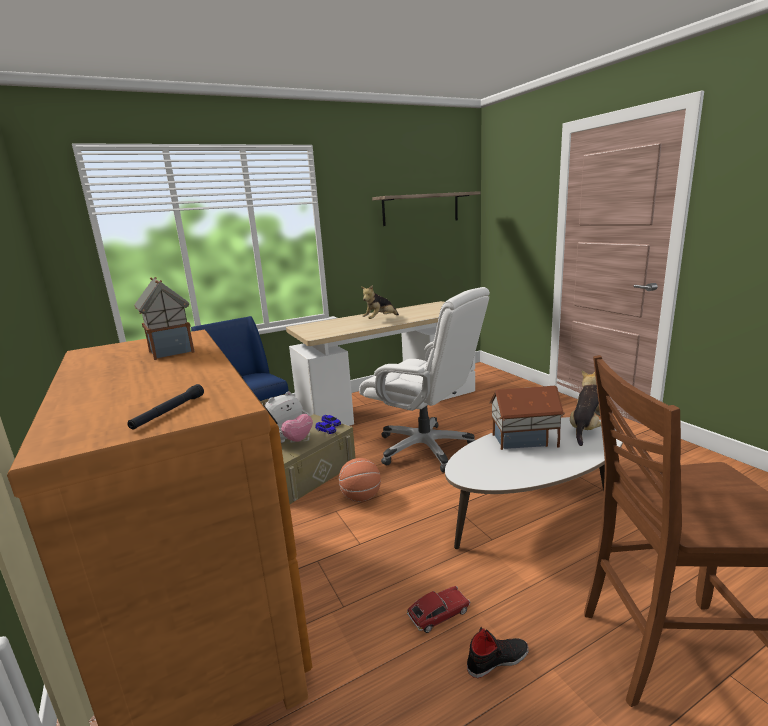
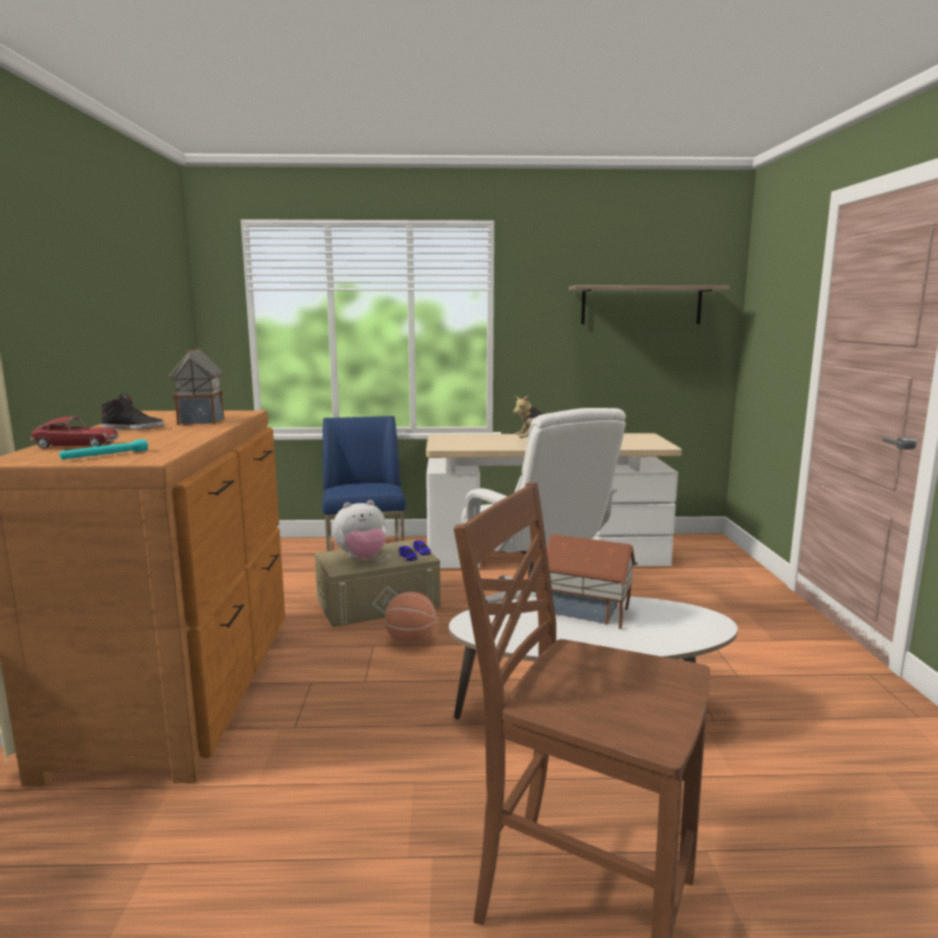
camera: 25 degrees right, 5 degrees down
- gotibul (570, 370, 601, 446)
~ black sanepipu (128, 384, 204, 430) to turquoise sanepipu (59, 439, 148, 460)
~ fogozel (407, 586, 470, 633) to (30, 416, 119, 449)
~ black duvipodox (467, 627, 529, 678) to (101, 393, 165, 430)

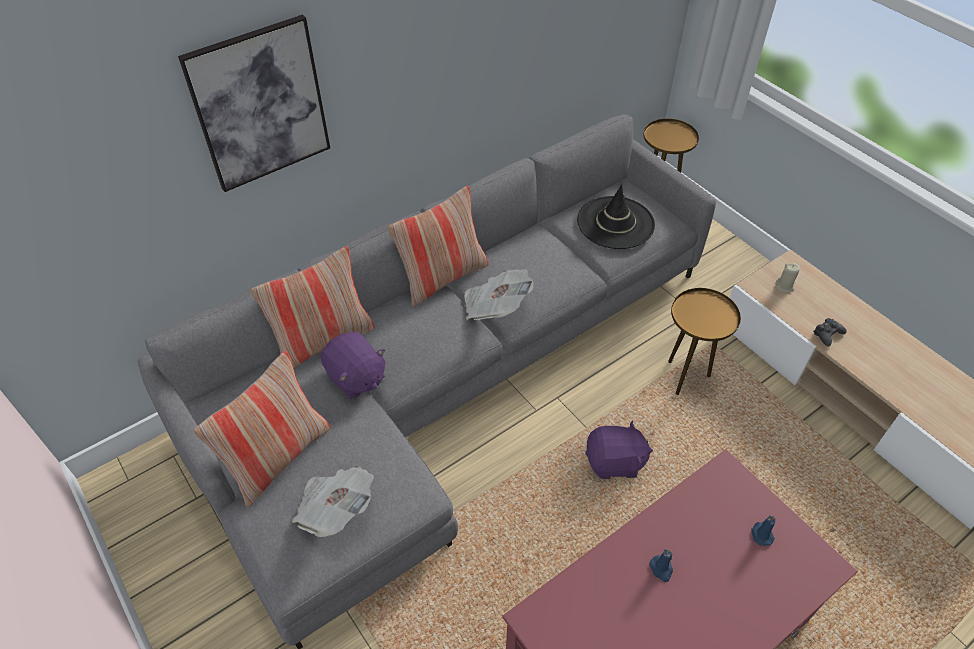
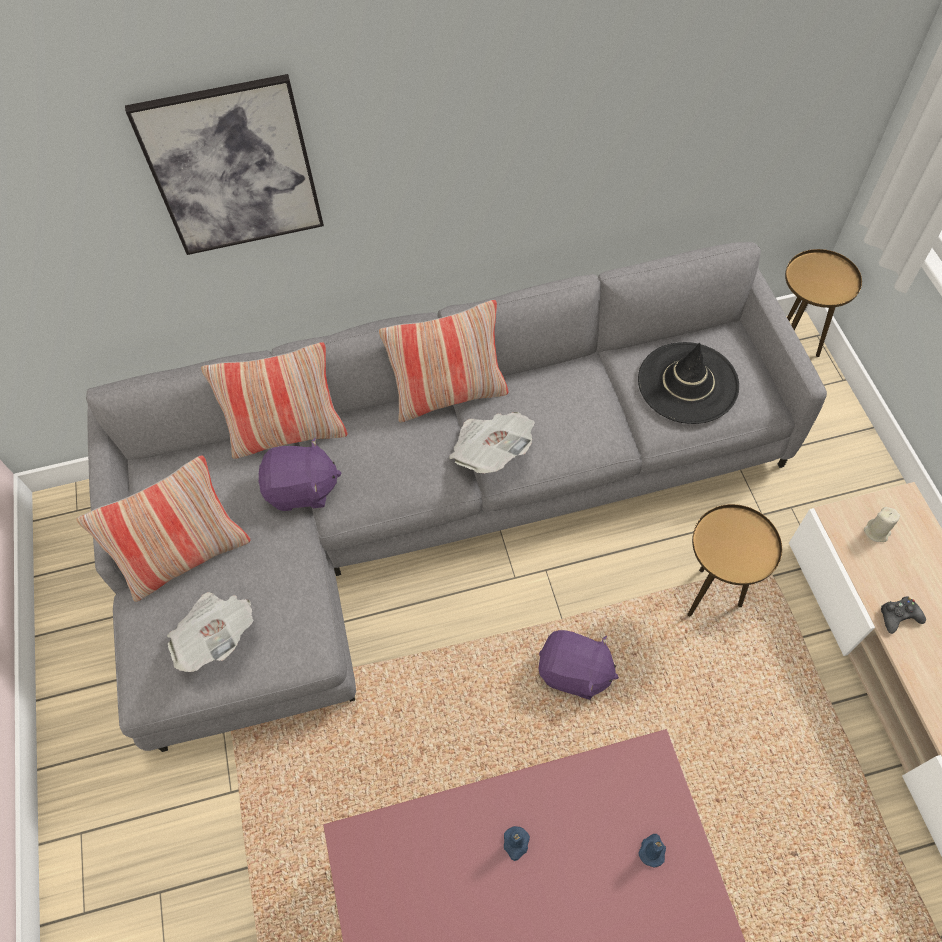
camera: 25 degrees right, 10 degrees up
~ purple gotibul (321, 331, 386, 399) = (258, 438, 342, 511) 75 degrees counterclockwise

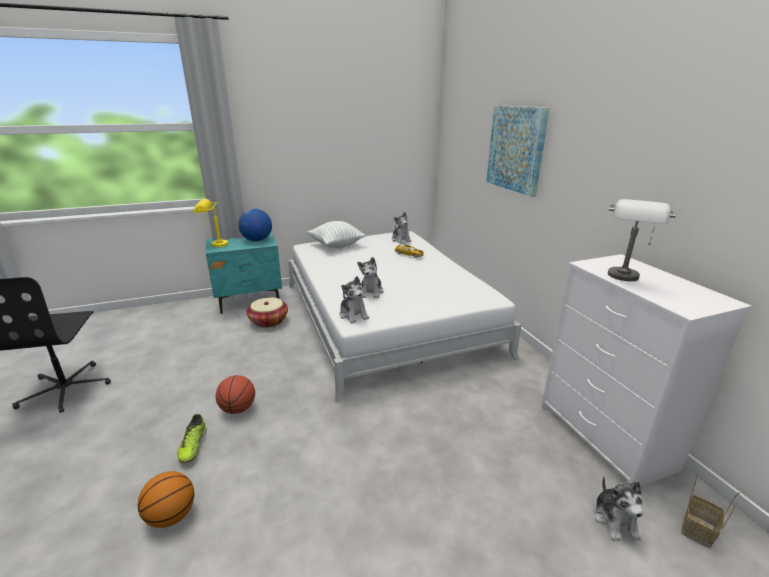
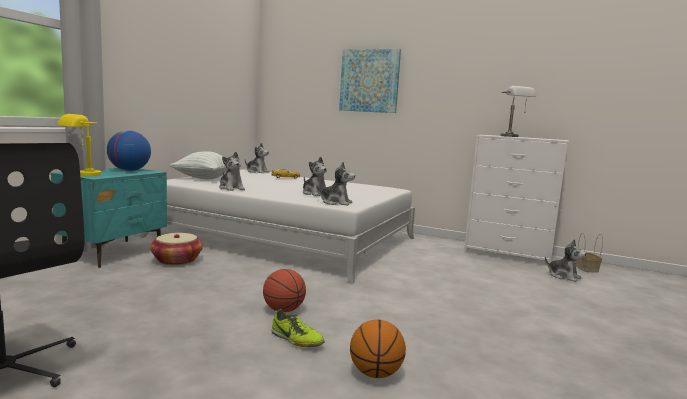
camera: 45 degrees left, 15 degrees down
+ gotibul (219, 152, 245, 191)

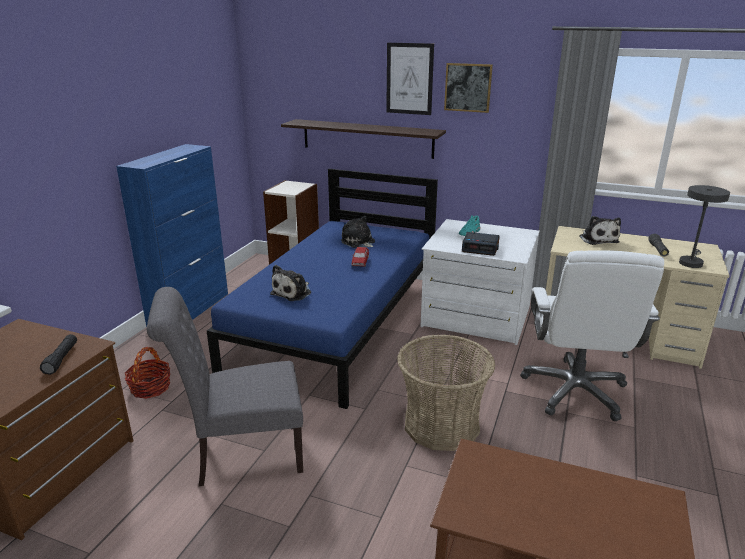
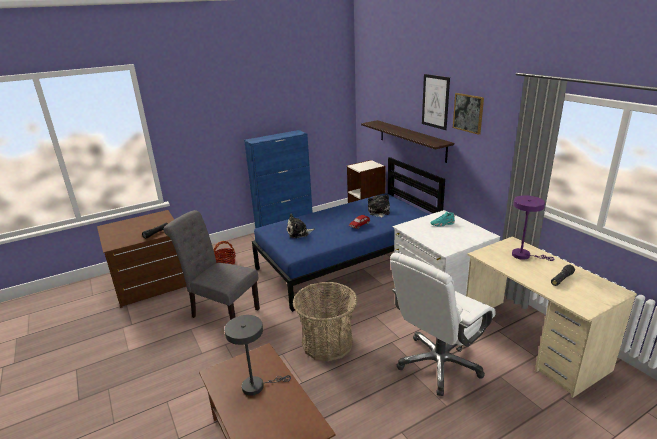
camera: 40 degrees right, 0 degrees up
~ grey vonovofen (679, 185, 730, 268) to (224, 315, 291, 396)
~ gotibul (580, 216, 621, 245) to purple vonovofen (512, 195, 554, 261)
- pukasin (462, 232, 500, 256)

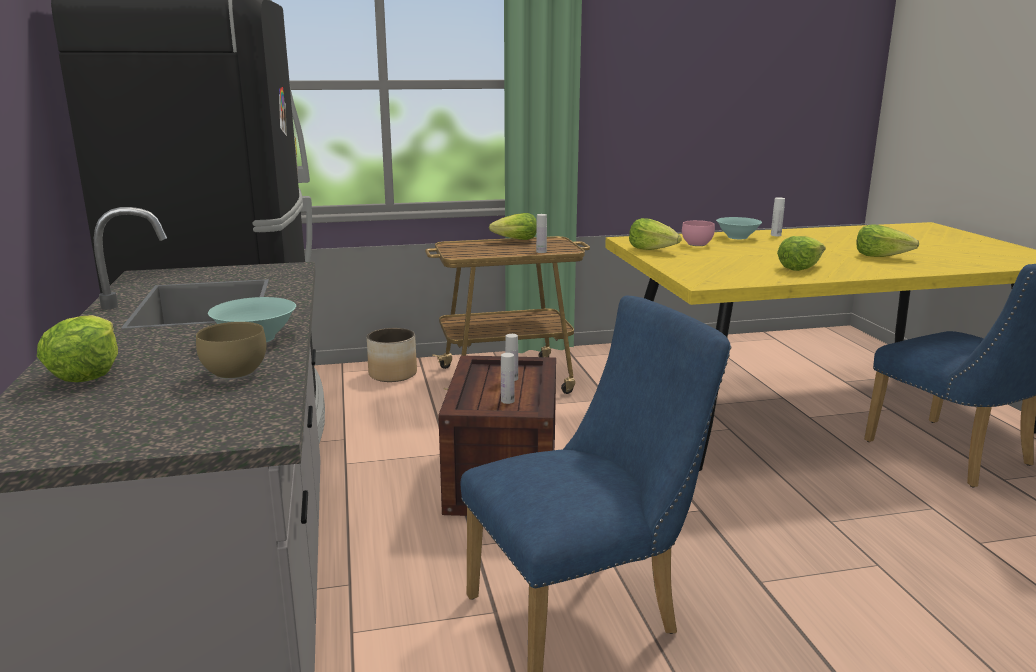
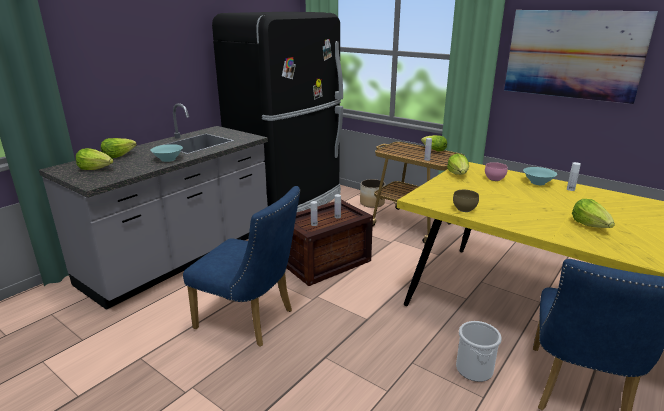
camera: 50 degrees right, 5 degrees up
~ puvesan (777, 236, 826, 271) to (76, 148, 113, 170)
~ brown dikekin (196, 322, 266, 380) to (453, 190, 479, 212)
+ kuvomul (504, 10, 658, 104)
+ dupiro (456, 321, 502, 382)

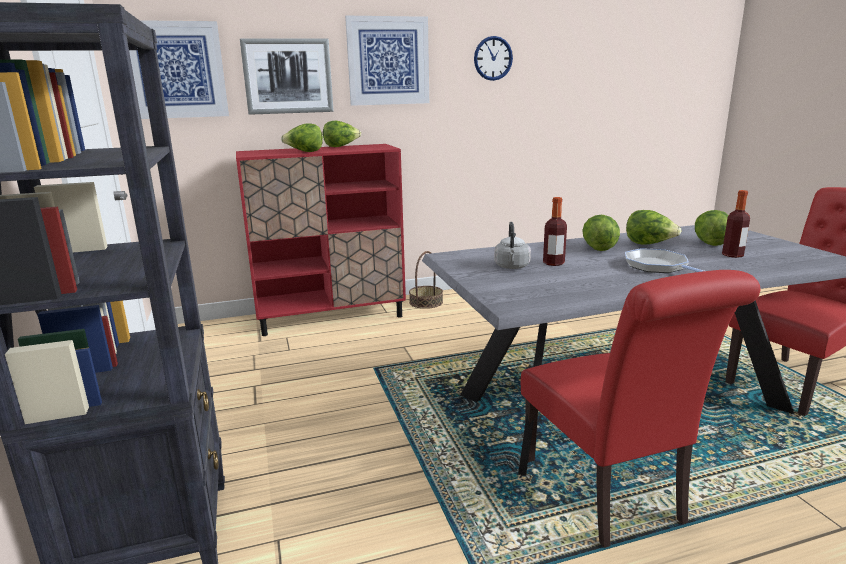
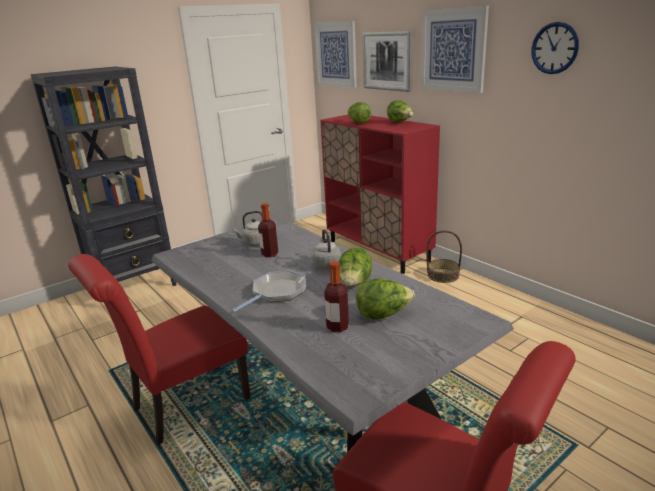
camera: 70 degrees right, 5 degrees up
~ puvesan (582, 215, 620, 251) to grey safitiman (311, 229, 341, 270)

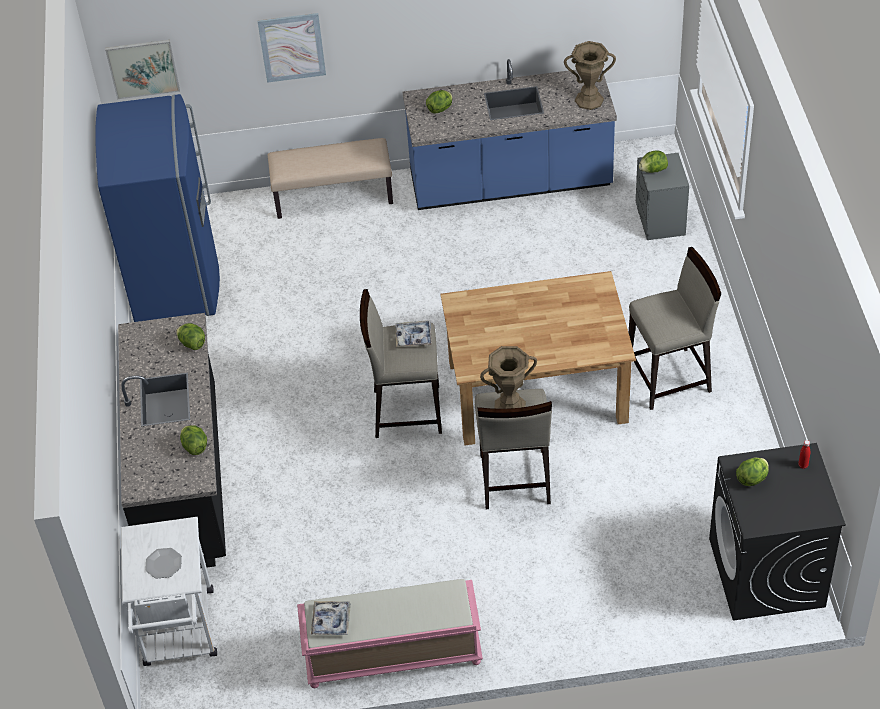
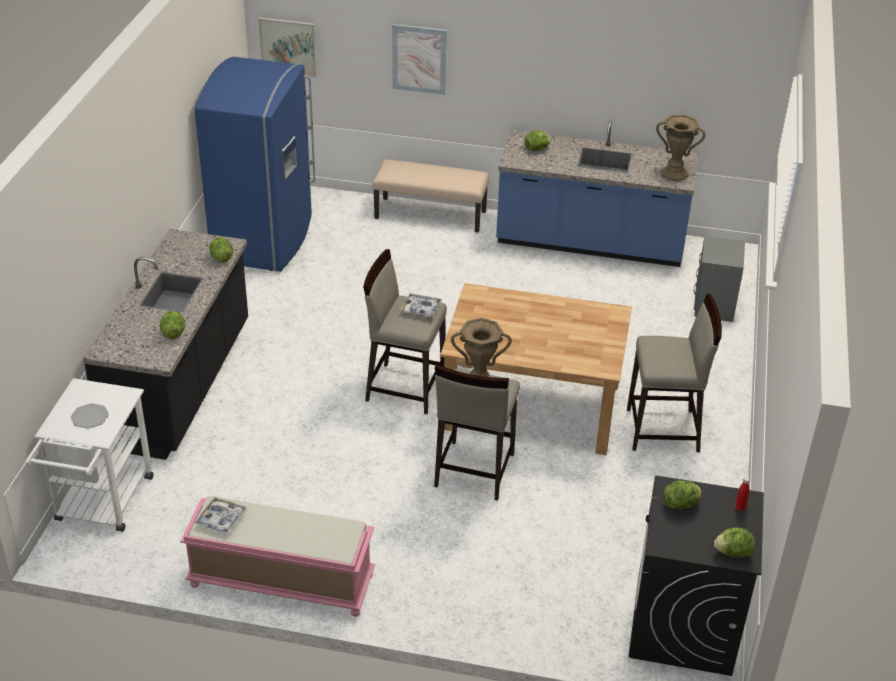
camera: 15 degrees right, 10 degrees down
~ puvesan (639, 150, 668, 173) to (714, 528, 755, 557)

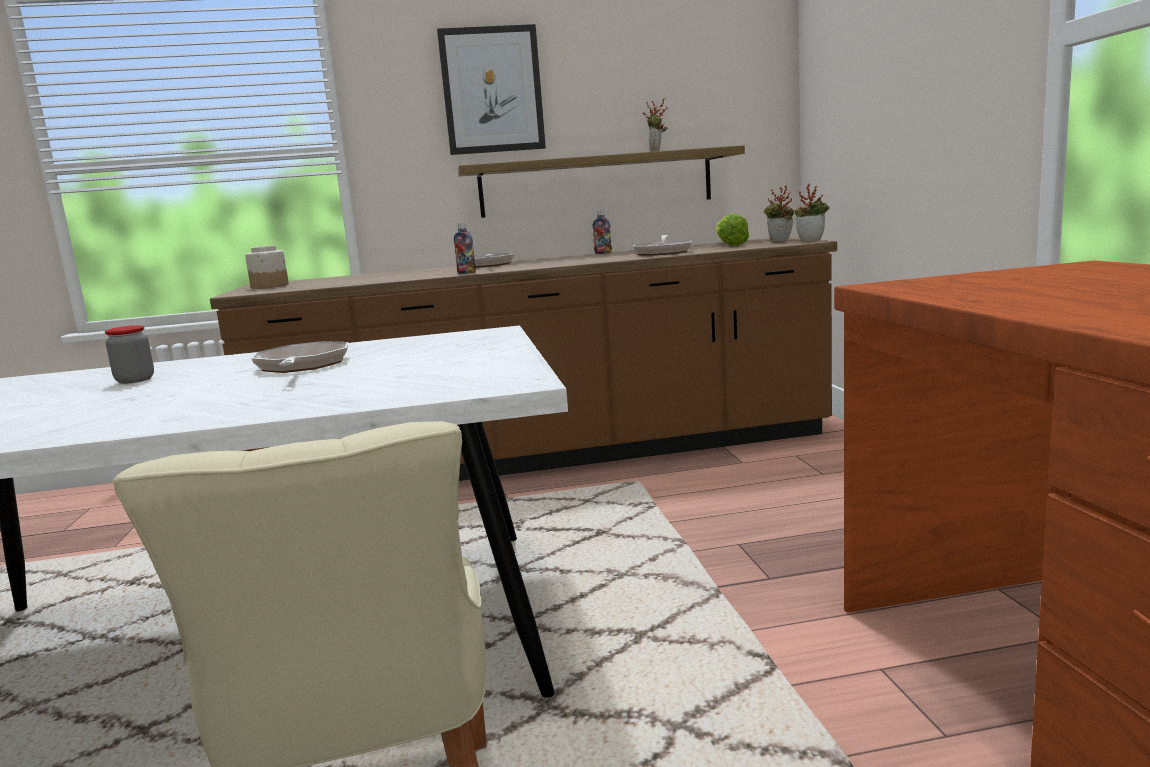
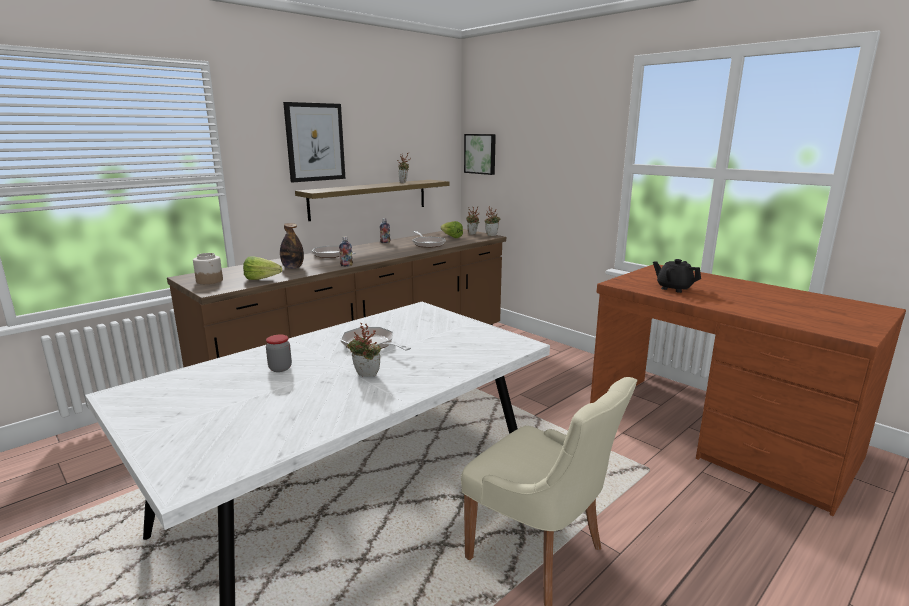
camera: 35 degrees left, 5 degrees up
+ kuvomul (464, 134, 496, 175)
+ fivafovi (280, 223, 304, 269)
+ puvesan (243, 256, 282, 280)
+ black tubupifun (653, 259, 701, 293)
+ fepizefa (347, 323, 381, 377)

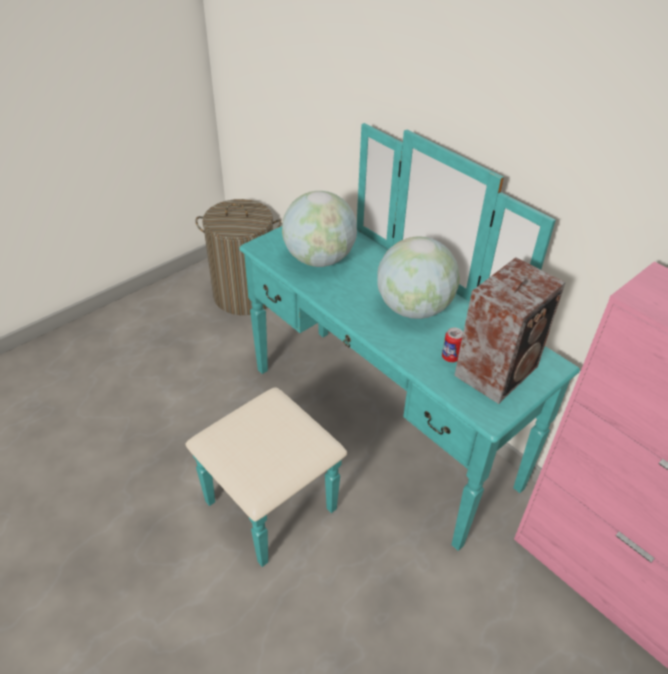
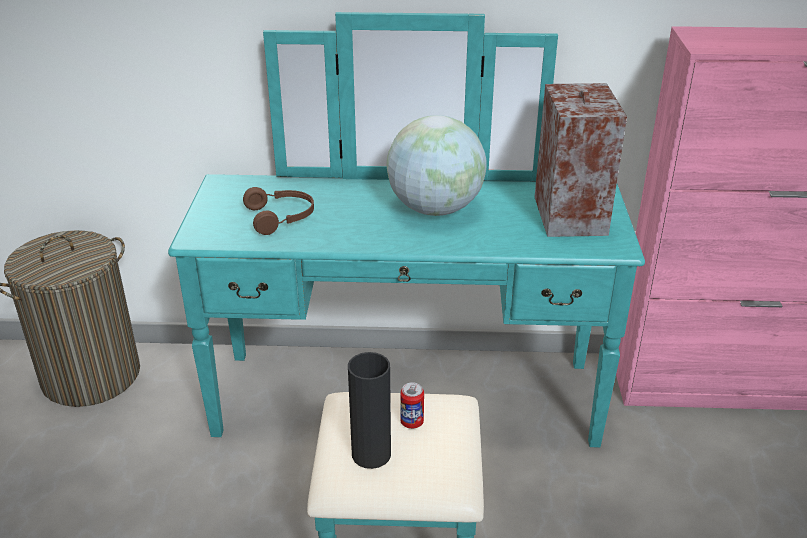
camera: 45 degrees left, 10 degrees down
~ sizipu (282, 191, 357, 267) to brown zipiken (243, 187, 314, 235)
~ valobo (442, 328, 463, 362) to (400, 382, 424, 429)
+ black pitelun (348, 352, 391, 469)

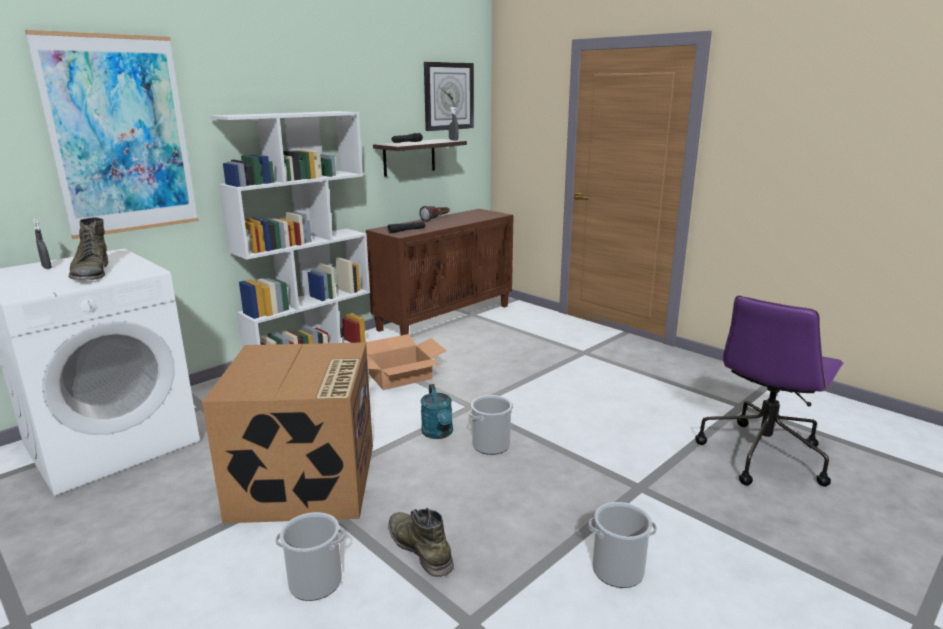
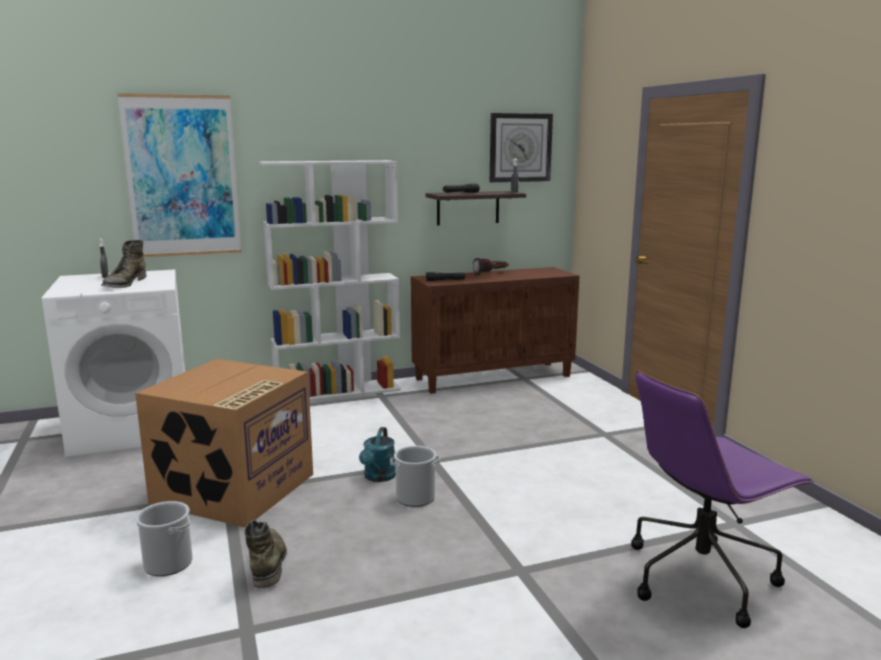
camera: 25 degrees right, 5 degrees down
- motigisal (366, 334, 447, 390)
- dupiro (589, 502, 657, 588)

